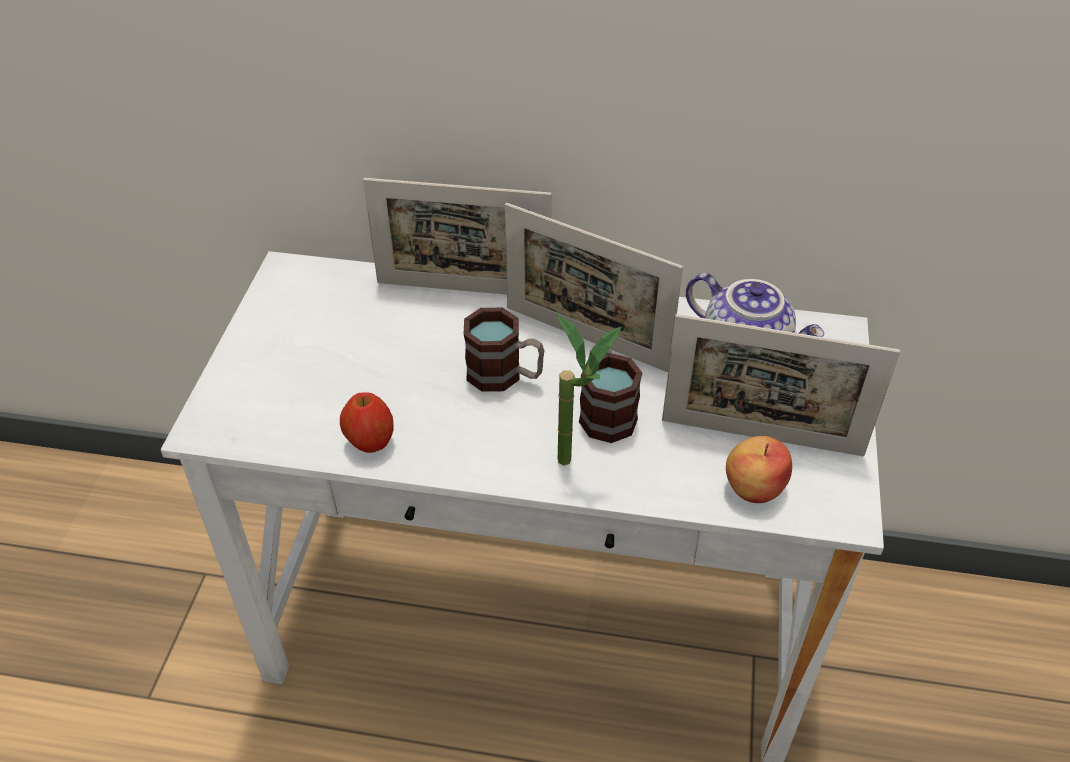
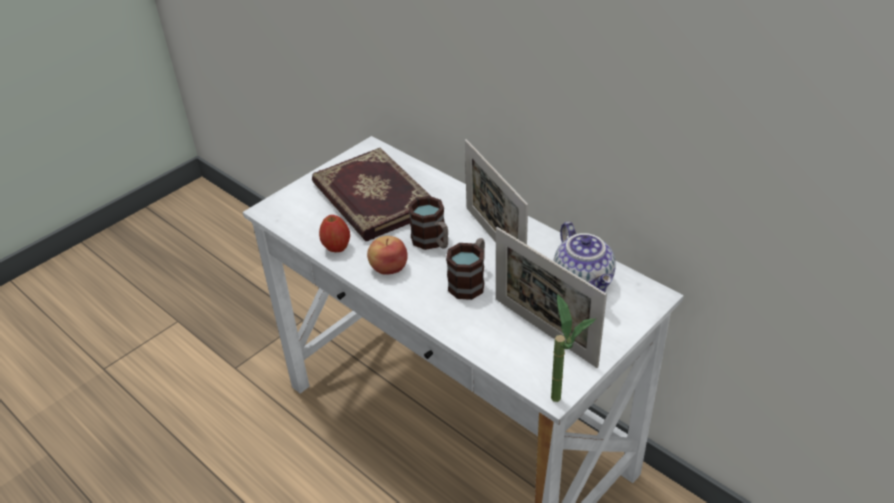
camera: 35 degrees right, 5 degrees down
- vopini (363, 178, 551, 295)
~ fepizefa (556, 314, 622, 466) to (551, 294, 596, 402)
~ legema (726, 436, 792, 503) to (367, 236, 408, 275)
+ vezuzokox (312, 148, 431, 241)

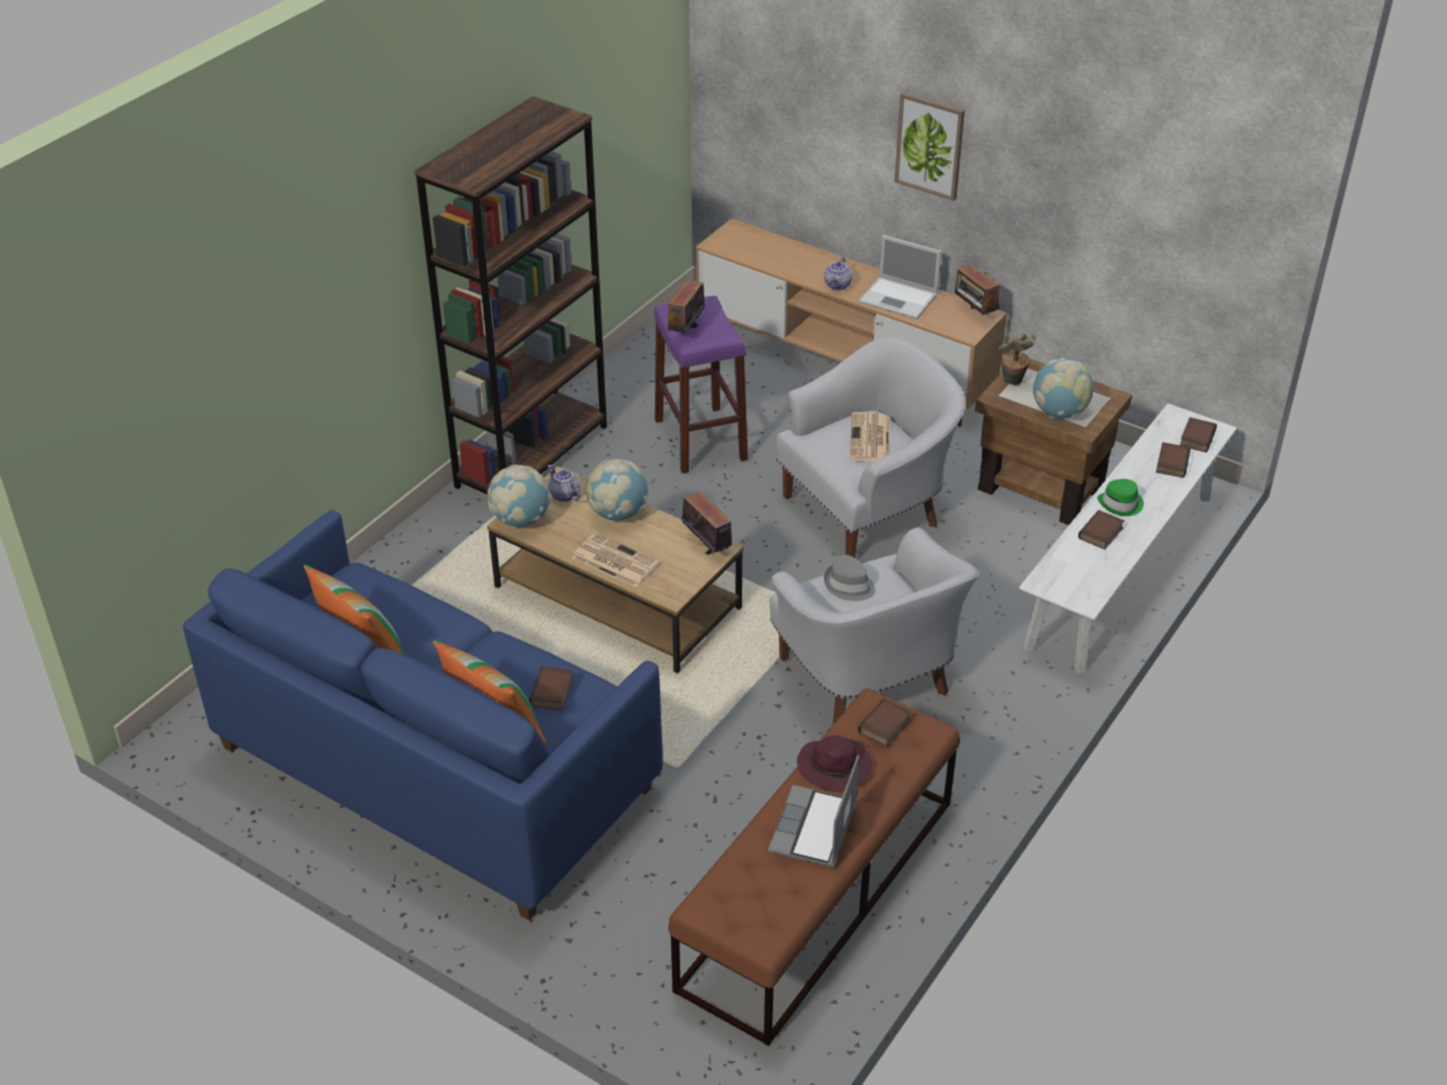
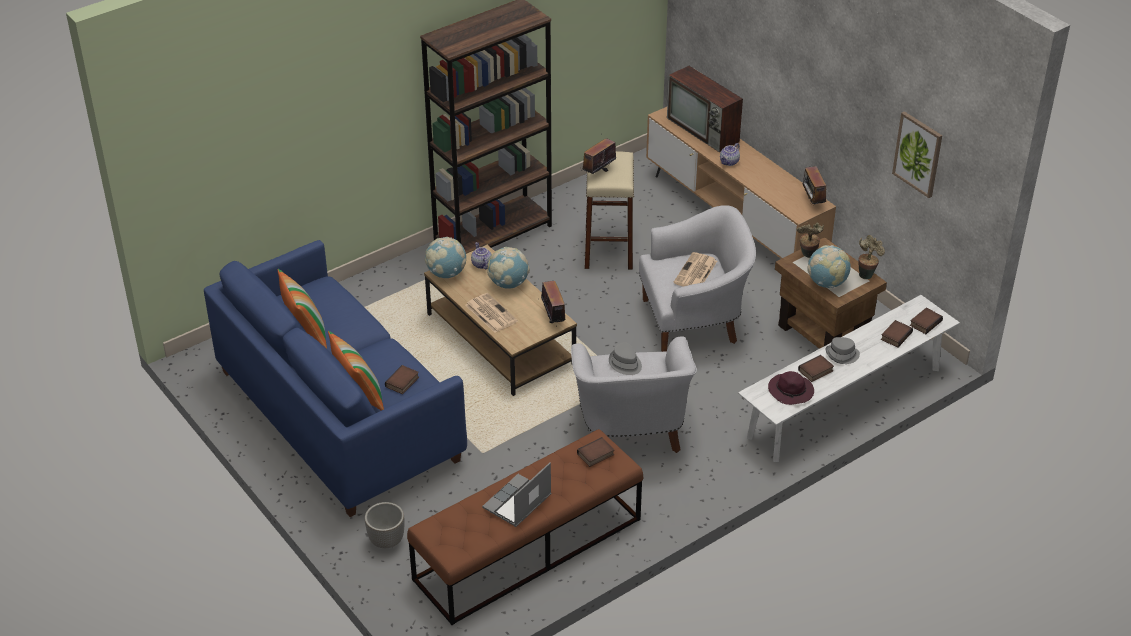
camera: 20 degrees right, 0 degrees up
~ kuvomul (894, 92, 965, 201) to (892, 111, 942, 198)
- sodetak (859, 235, 942, 319)
~ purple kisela (654, 296, 748, 474) to beige kisela (585, 151, 634, 270)
~ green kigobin (1097, 479, 1144, 516) to grey kigobin (826, 337, 860, 364)
~ purple kigobin (797, 735, 872, 791) to (768, 371, 814, 405)
+ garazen (667, 66, 743, 152)
+ fepizefa (858, 235, 885, 279)
+ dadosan (365, 502, 404, 548)

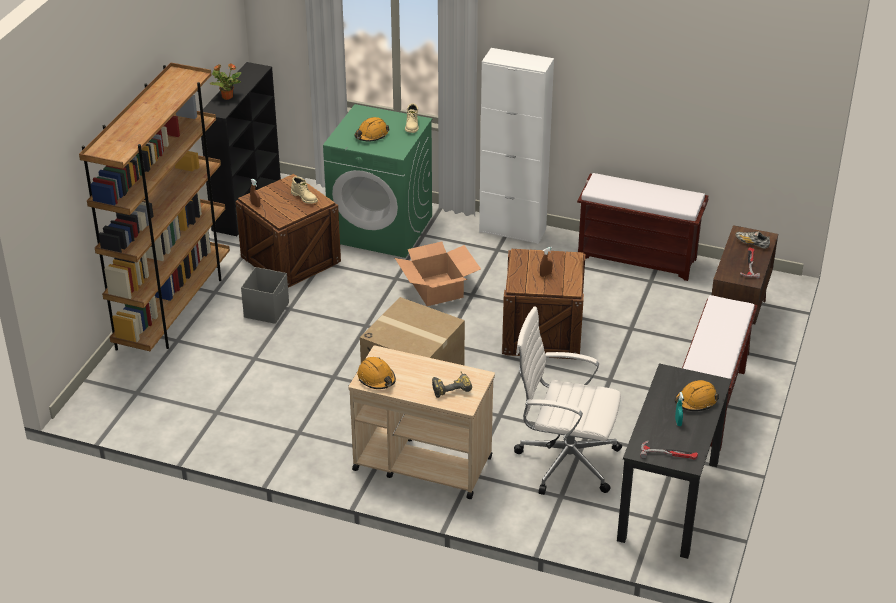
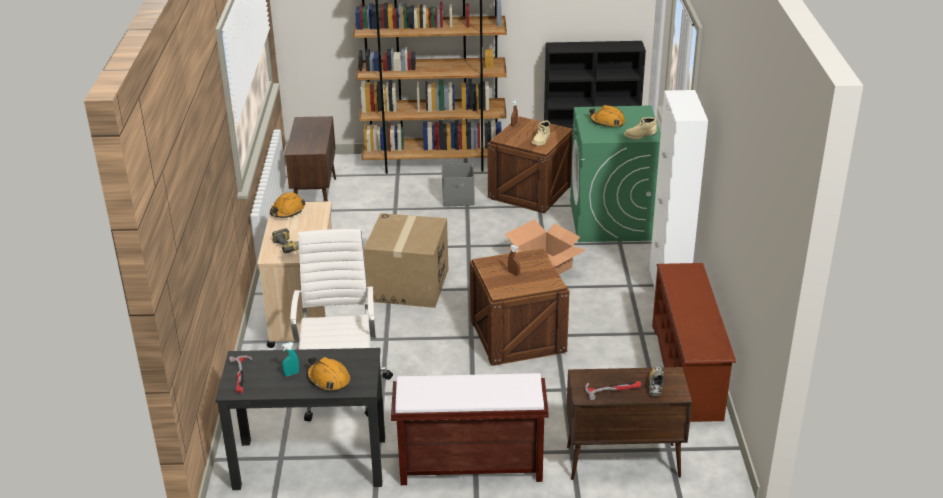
camera: 70 degrees right, 5 degrees down
- fepizefa (210, 63, 241, 100)
~ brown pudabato (577, 173, 708, 281) to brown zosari (652, 263, 736, 422)
+ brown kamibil (285, 116, 336, 201)

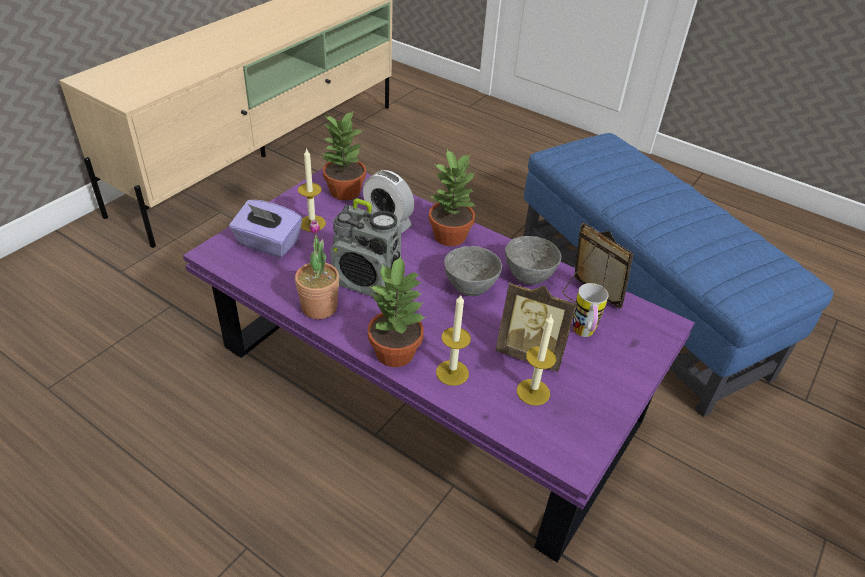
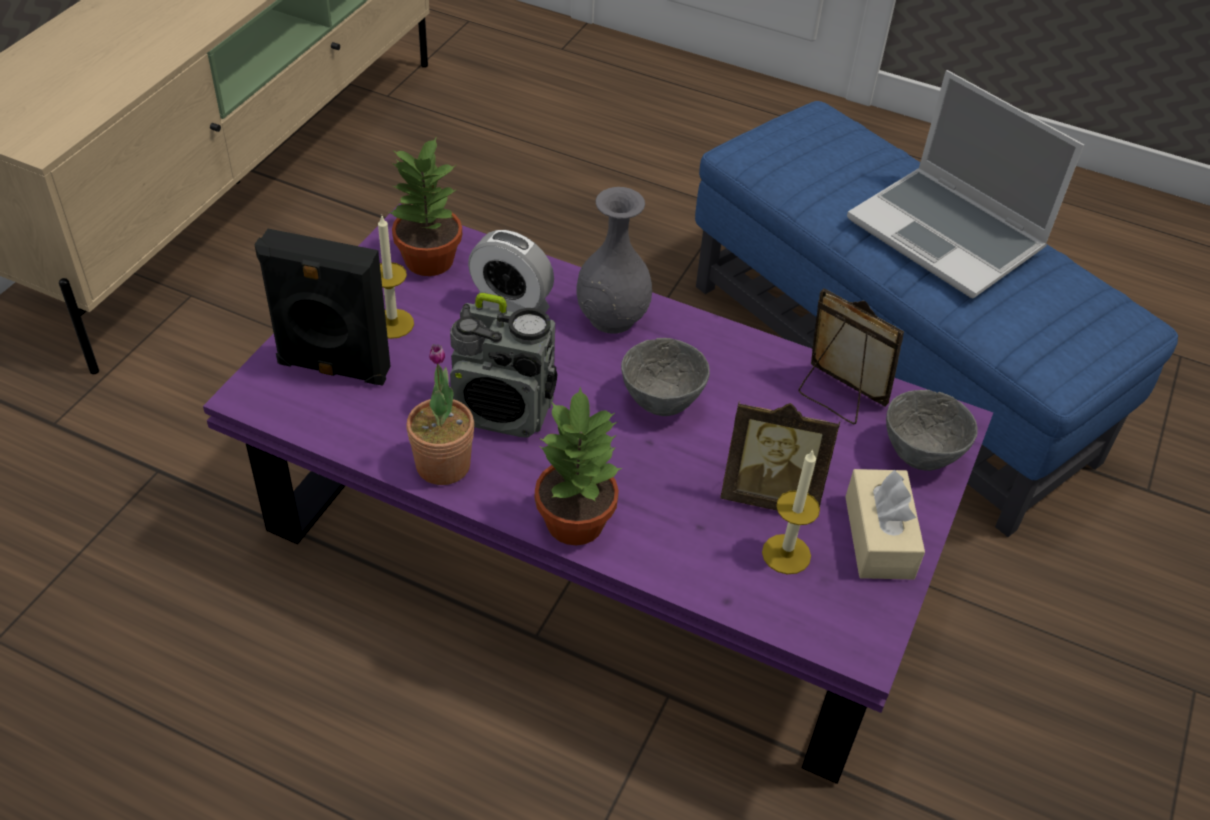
camera: 10 degrees left, 5 degrees up
~ fepizefa (429, 149, 476, 246) to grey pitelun (577, 187, 652, 334)
~ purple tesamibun (229, 200, 302, 257) to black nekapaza (254, 229, 391, 386)
~ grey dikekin (505, 236, 561, 285) to (886, 390, 977, 471)
- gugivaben (573, 283, 608, 337)
- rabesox (436, 295, 471, 386)
+ sodetak (847, 70, 1084, 299)
+ beige tesamibun (845, 469, 925, 579)

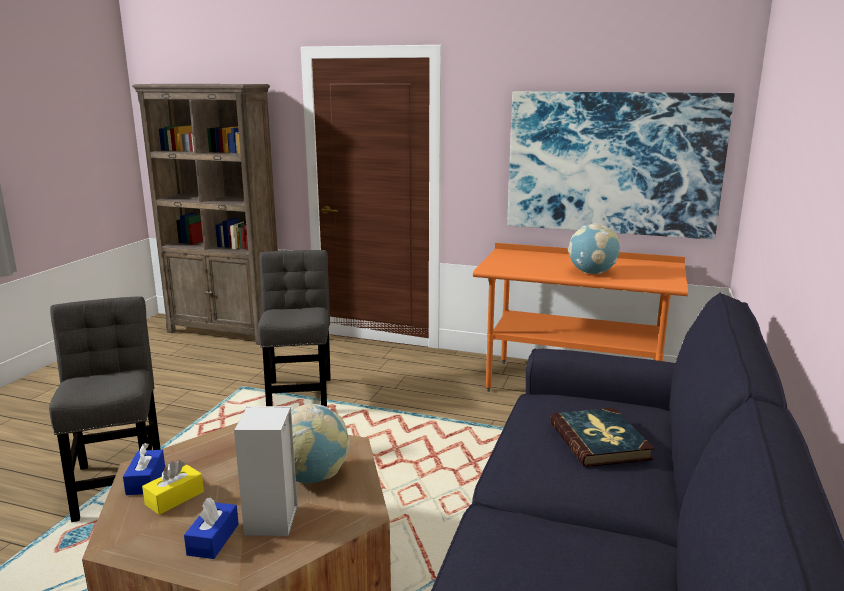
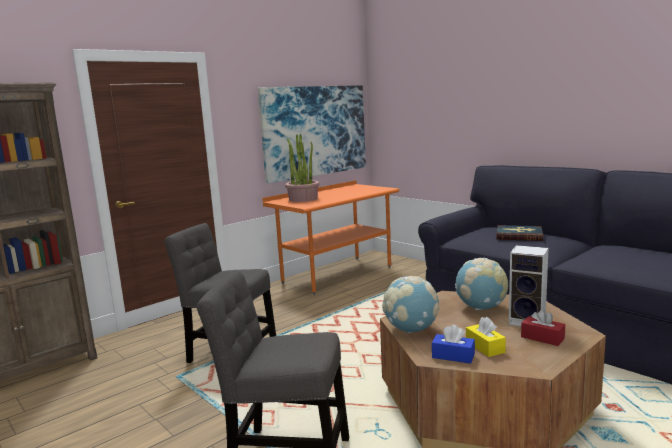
camera: 60 degrees left, 5 degrees down
~ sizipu (568, 223, 620, 274) to (382, 276, 439, 333)
~ blue tesamibun (184, 498, 239, 559) to red tesamibun (521, 309, 565, 346)
+ fepizefa (285, 134, 320, 202)

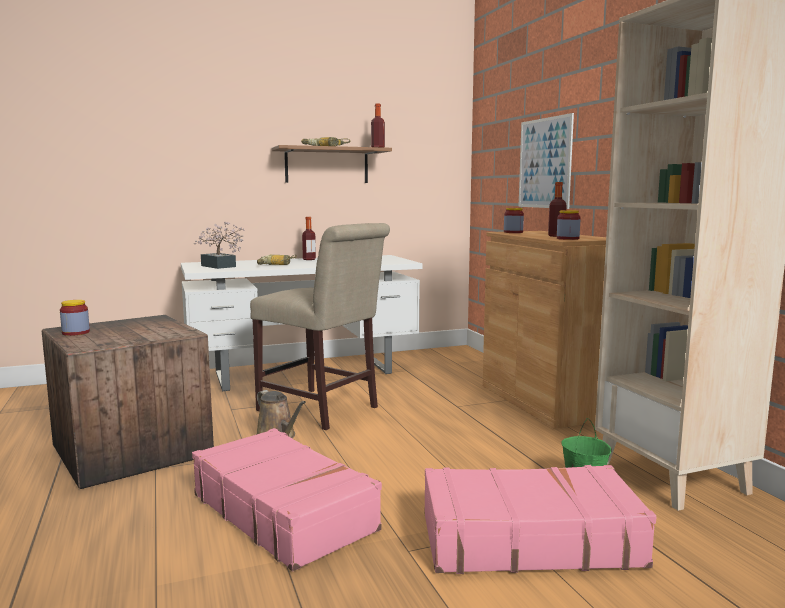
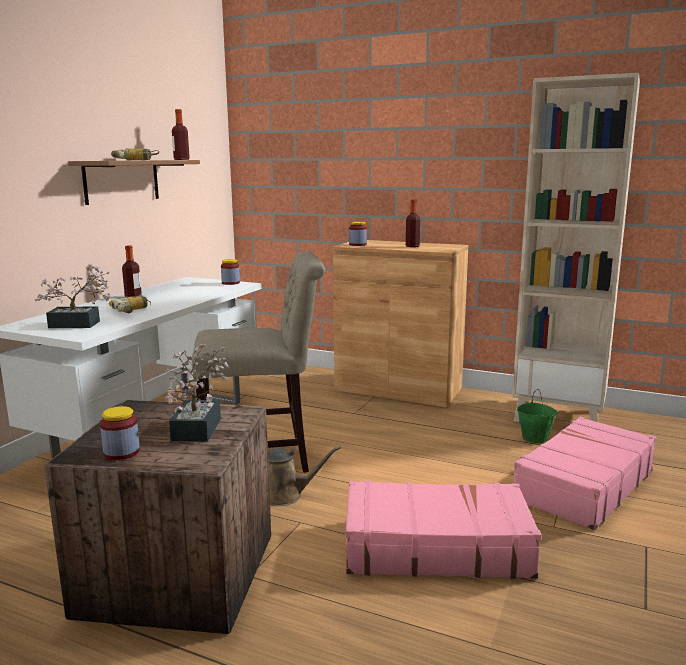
camera: 45 degrees left, 5 degrees up
- kuvomul (518, 113, 574, 209)
~ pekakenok (557, 210, 581, 240) to (221, 259, 240, 285)
+ fepizefa (165, 343, 230, 441)

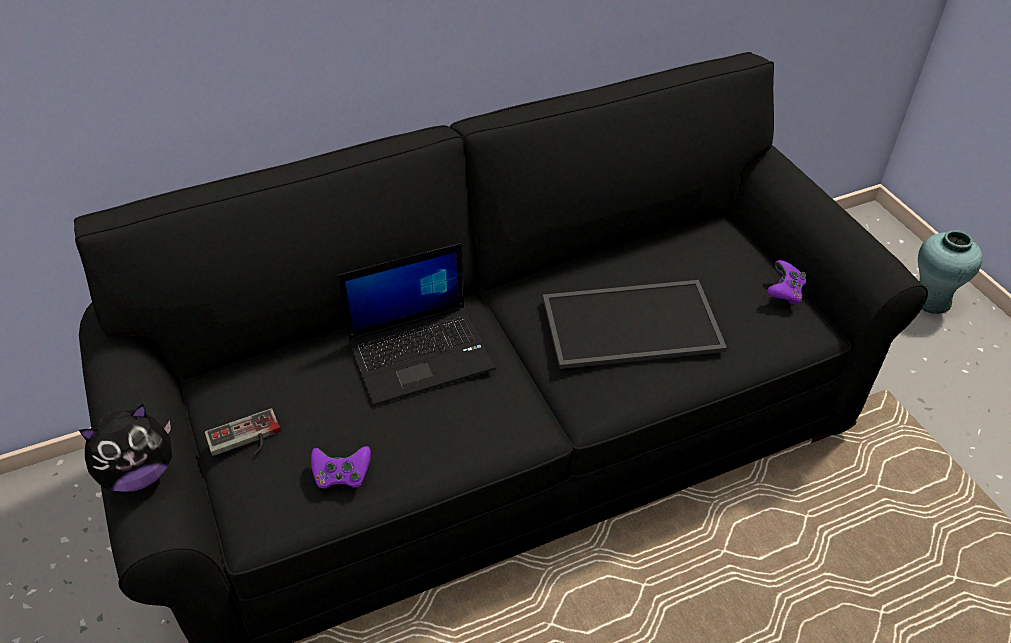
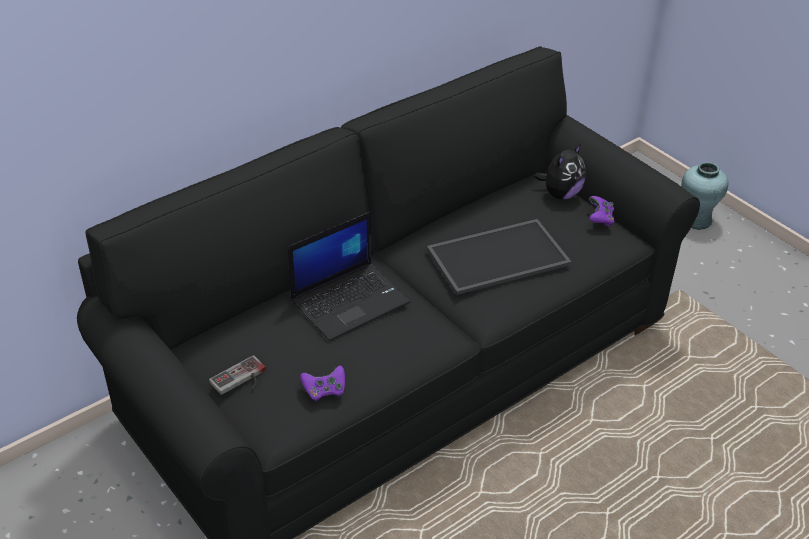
camera: 15 degrees left, 5 degrees down
~ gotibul (79, 404, 172, 492) to (534, 143, 586, 199)

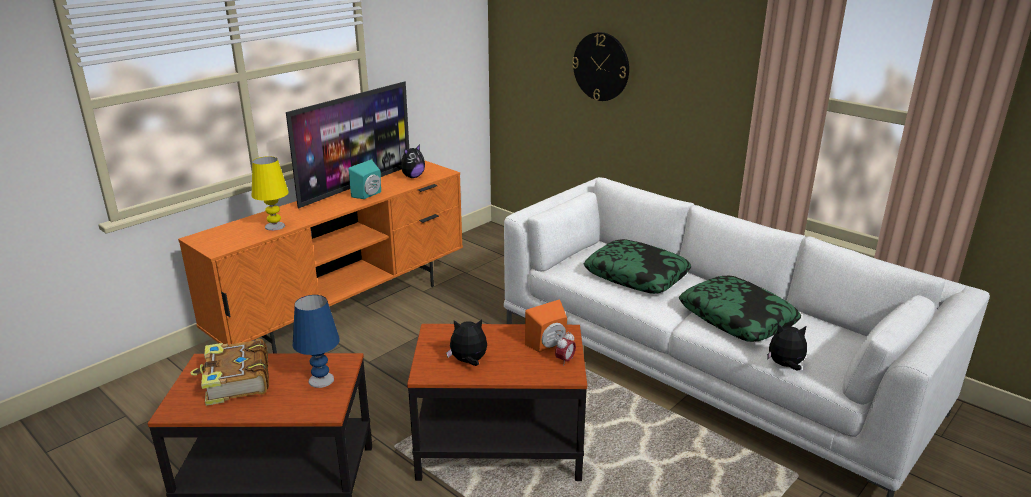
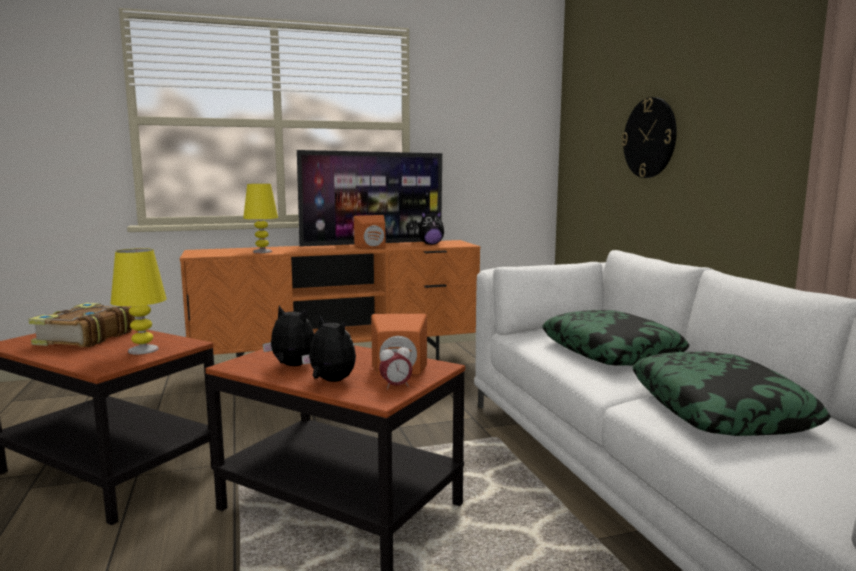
camera: 30 degrees right, 15 degrees down
~ turquoise nekapaza (348, 160, 381, 199) to orange nekapaza (354, 215, 385, 249)
~ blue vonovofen (293, 295, 340, 388) to yellow vonovofen (111, 248, 167, 354)
~ gotibul (767, 324, 807, 370) to (302, 316, 356, 382)

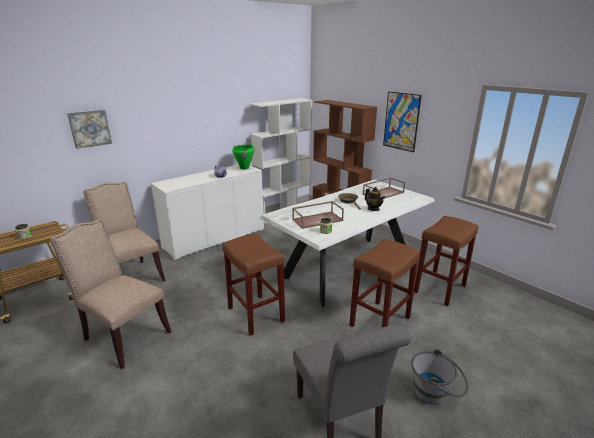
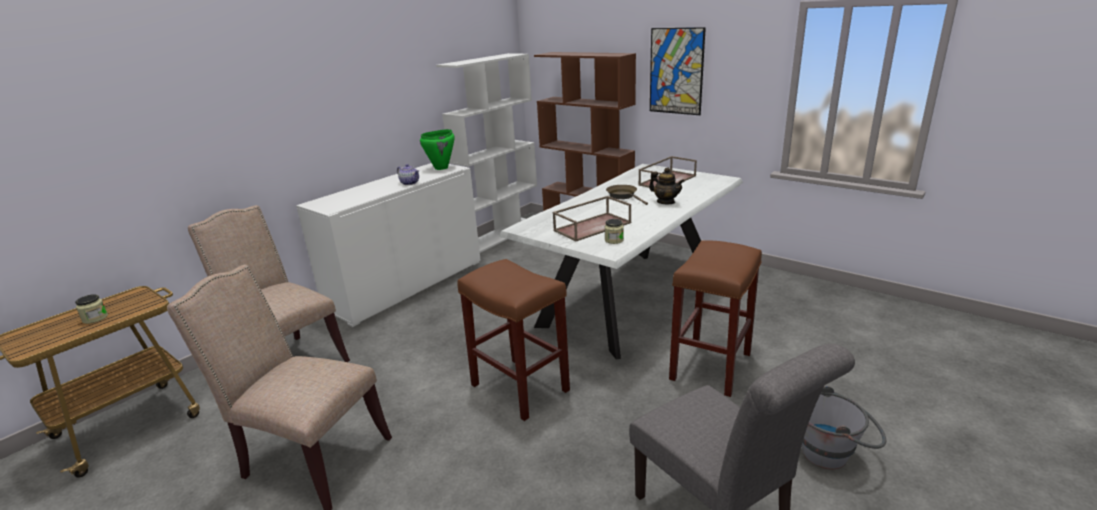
camera: 10 degrees left, 0 degrees up
- kuvomul (67, 110, 112, 149)
- brown kisela (414, 216, 478, 306)

